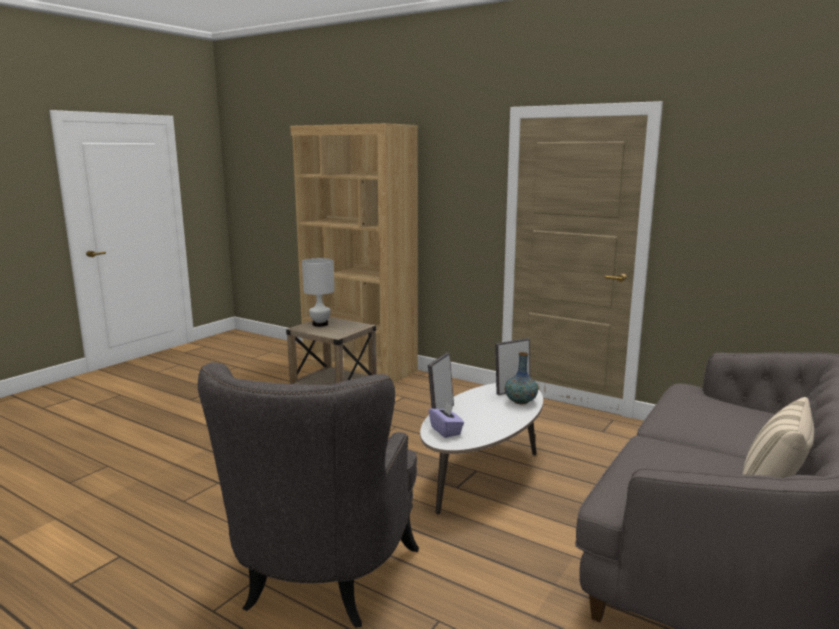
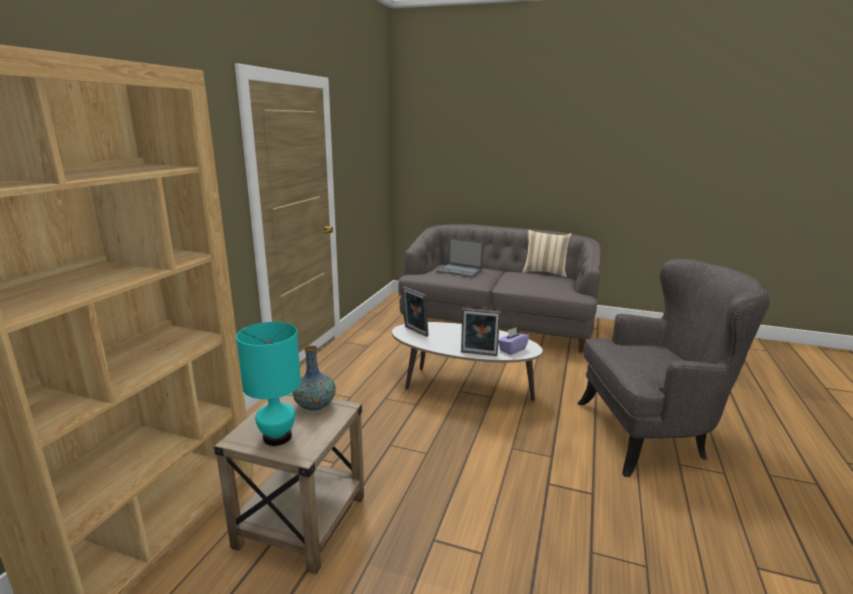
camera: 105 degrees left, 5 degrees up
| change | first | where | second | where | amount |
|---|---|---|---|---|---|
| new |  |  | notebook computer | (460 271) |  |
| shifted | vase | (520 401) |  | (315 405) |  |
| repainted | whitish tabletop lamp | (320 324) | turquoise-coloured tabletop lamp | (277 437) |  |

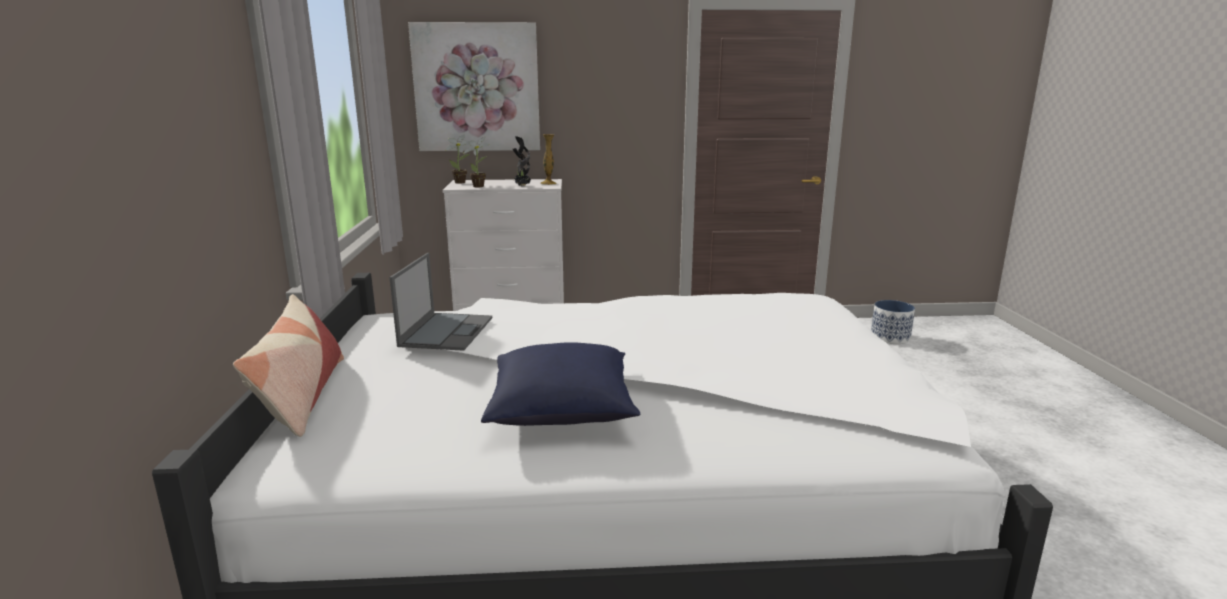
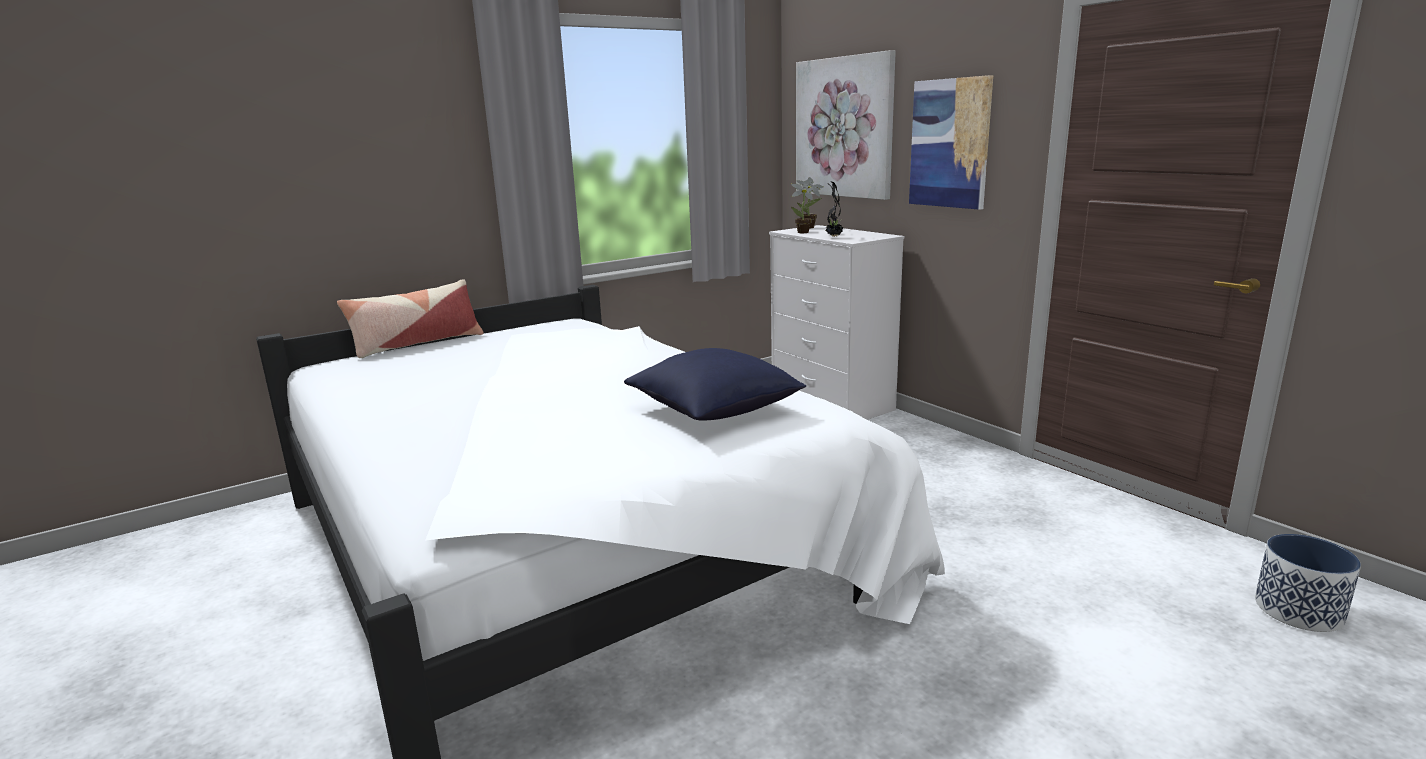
camera: 60 degrees right, 0 degrees up
| change | first | where | second | where | amount |
|---|---|---|---|---|---|
| gone | notebook computer | (447 331) |  |  |  |
| gone | vase | (548 183) |  |  |  |
| new |  |  | wall picture | (949 143) |  |
| shifted | blue cushion | (562 412) |  | (714 411) |  |

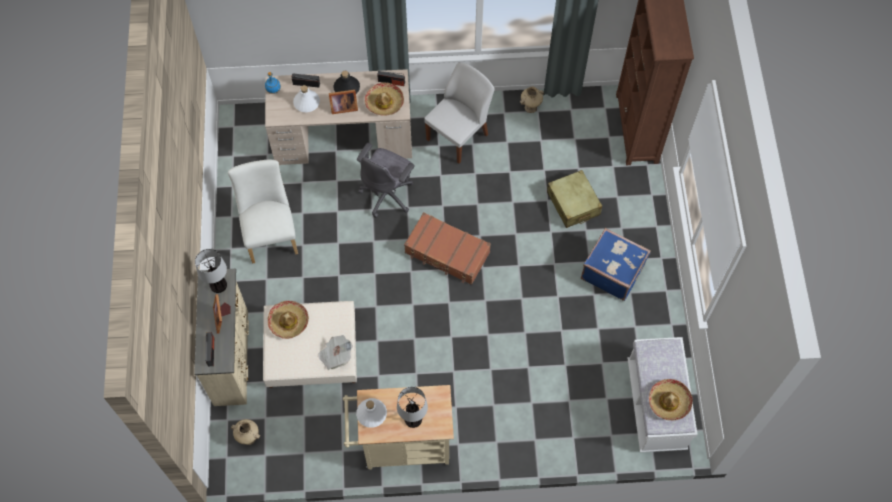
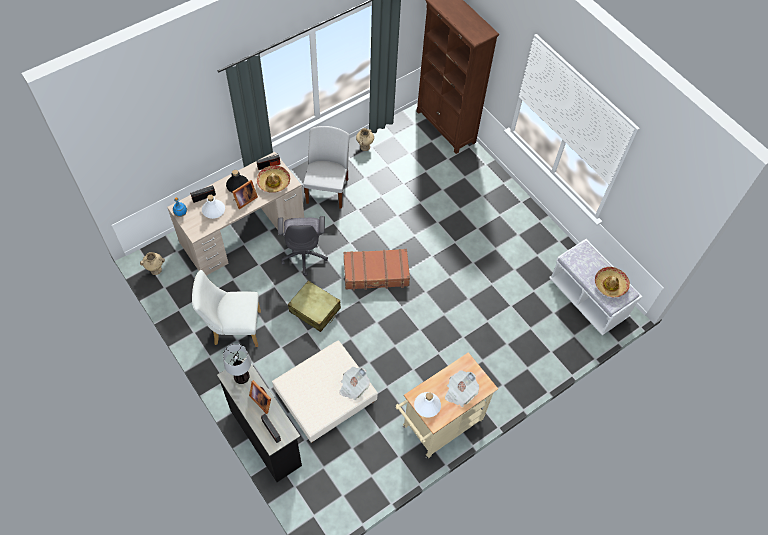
camera: 35 degrees left, 5 degrees down
| change | first | where | second | where | amount |
|---|---|---|---|---|---|
| gone | wearable hat | (288 322) |  |  |  |
| gone | blue travel case | (612 271) |  |  |  |
| shifted | beige-coloured vase | (249 437) |  | (156 270) |  |
| shifted | beige-coloured travel case | (573 203) |  | (315 310) |  |
| swapped | tabletop lamp | (413 419) | daily paper | (460 392) |  |
| repainted | beige-coloured drawer chest | (232 357) | black-coloured drawer chest | (266 436) |  |
| rotated | whitish chair | (270 233) |  | (233 328) | 45 degrees counterclockwise |

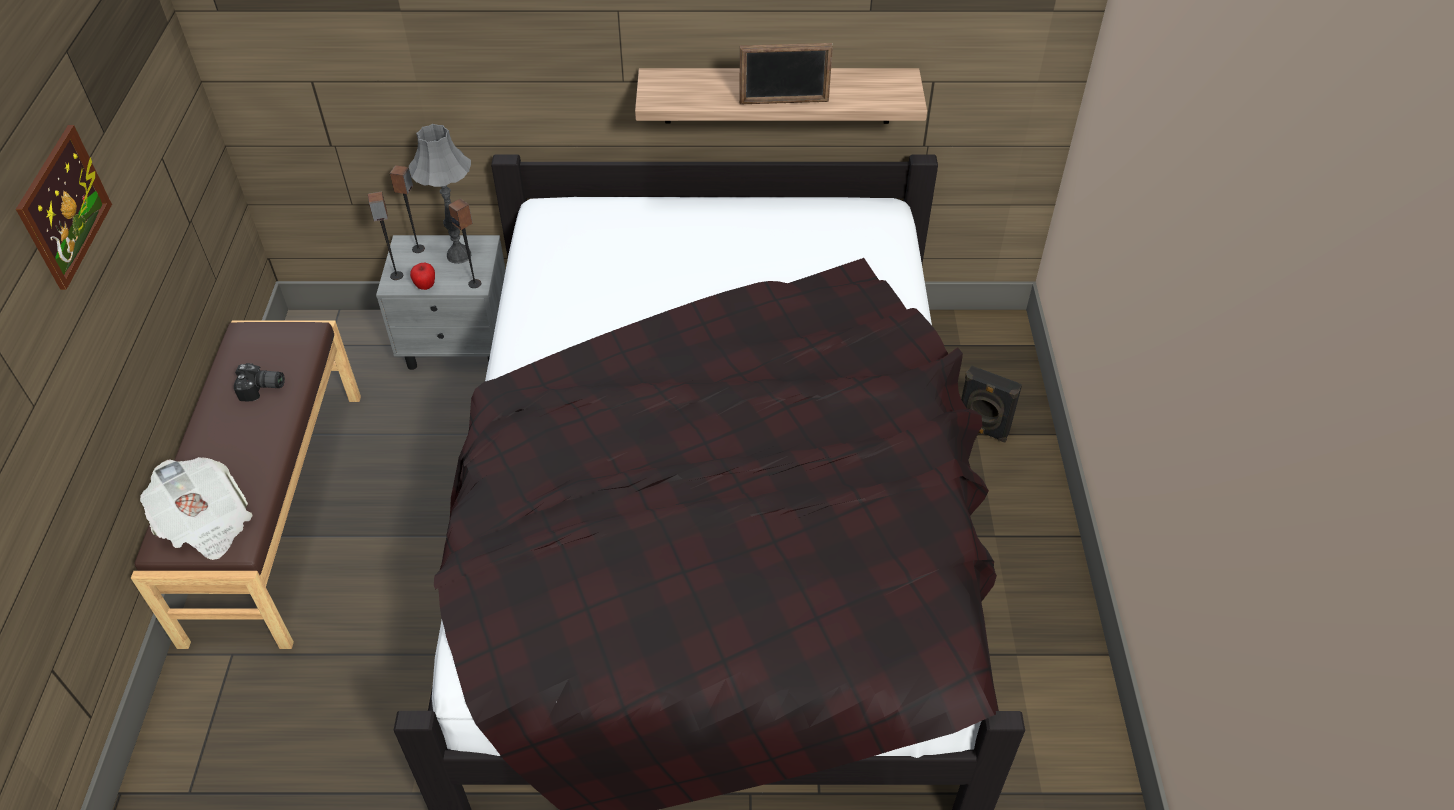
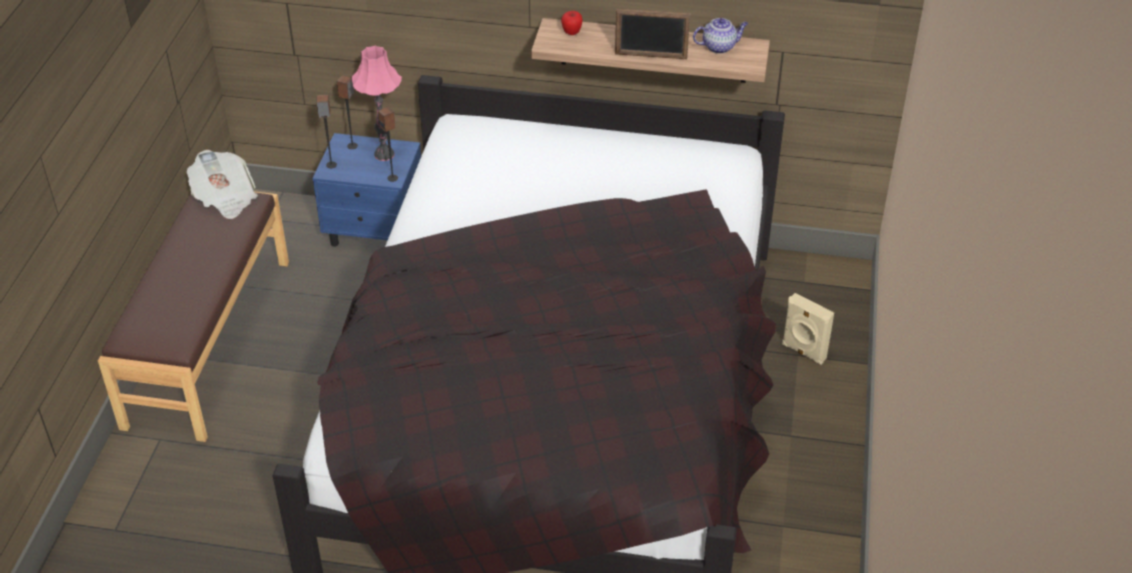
camera: 10 degrees right, 5 degrees down
| change | first | where | second | where | amount |
|---|---|---|---|---|---|
| gone | wall picture | (64 206) |  |  |  |
| gone | photo camera | (262 389) |  |  |  |
| new |  |  | tea pot | (719 47) |  |
| shifted | daily paper | (205 524) |  | (225 198) |  |
| shifted | whole apple | (425 286) |  | (571 33) |  |
| repainted | greyish bedside table | (459 344) | blue bedside table | (376 231) |  |
| repainted | greyish tabletop lamp | (459 255) | pink tabletop lamp | (384 155) |  |
| repainted | black-coloured speaker | (981 430) | beige-coloured speaker | (803 352) |  |

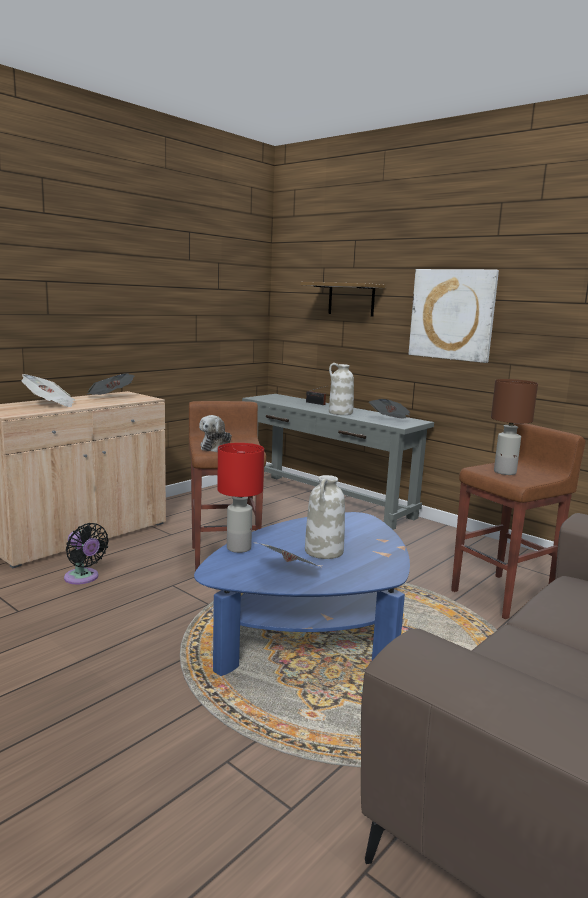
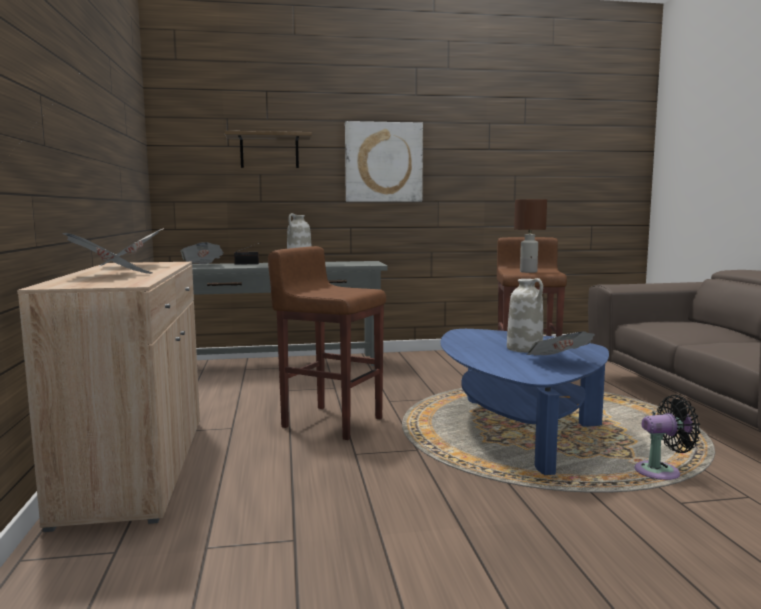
camera: 50 degrees left, 5 degrees down
| change | first | where | second | where | amount |
|---|---|---|---|---|---|
| gone | cuddly toy | (216 447) |  |  |  |
| gone | red-coloured tabletop lamp | (238 548) |  |  |  |
| shifted | black-coloured electric fan | (83 578) |  | (661 472) |  |
| shifted | daily paper | (390 420) |  | (202 265) |  |

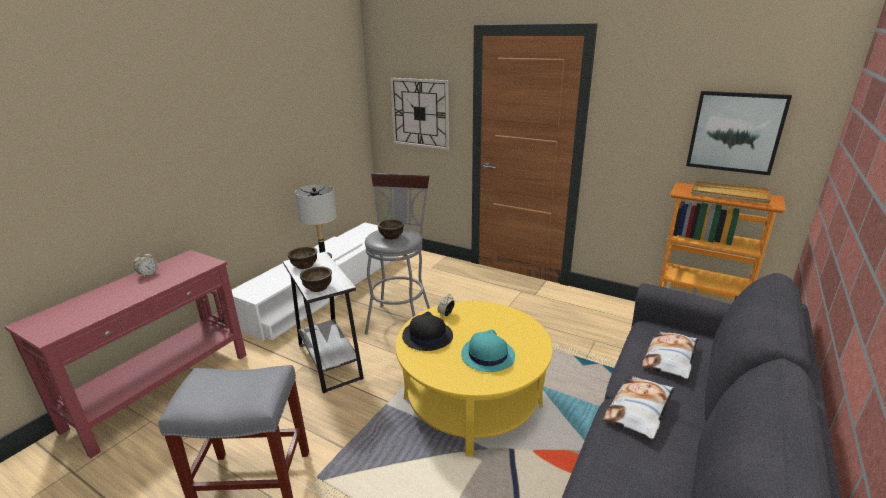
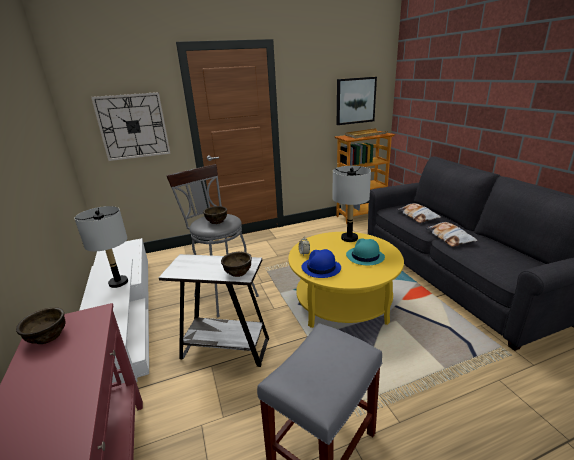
camera: 50 degrees left, 0 degrees up
| change | first | where | second | where | amount |
|---|---|---|---|---|---|
| gone | alarm clock | (148 274) |  |  |  |
| new |  |  | greyish tabletop lamp | (349 238) |  |
| shifted | brownish bowl | (304 265) |  | (48 336) |  |
| repainted | black-coloured wearable hat | (427 336) | blue wearable hat | (321 268) |  |

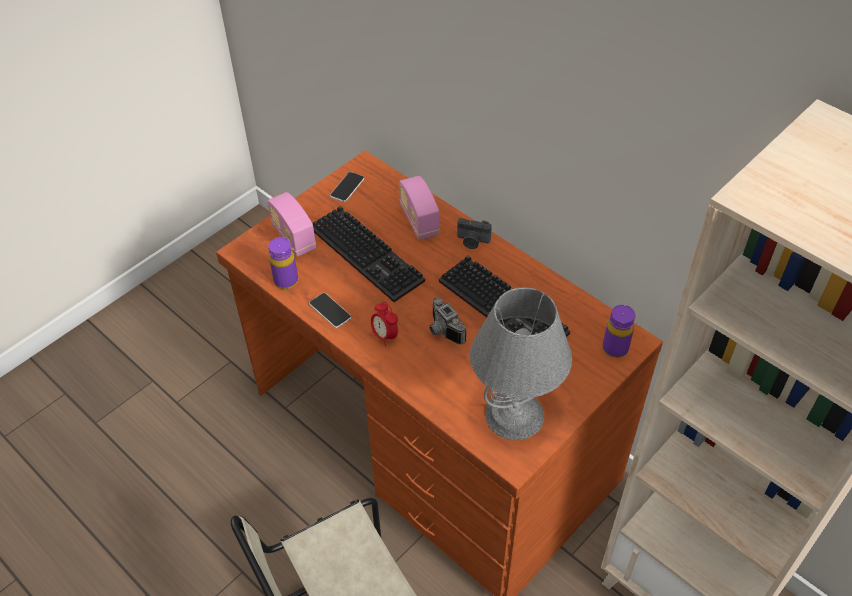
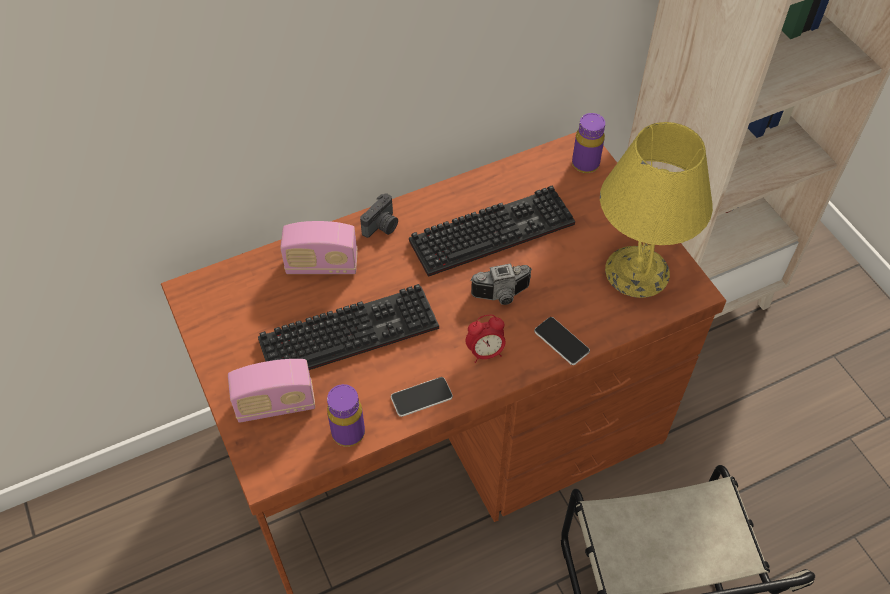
camera: 70 degrees left, 5 degrees up
| change | first | where | second | where | amount |
|---|---|---|---|---|---|
| shifted | phone | (347 187) |  | (561 341) |  |
| repainted | greyish tabletop lamp | (514 415) | yellow tabletop lamp | (638 272) |  |

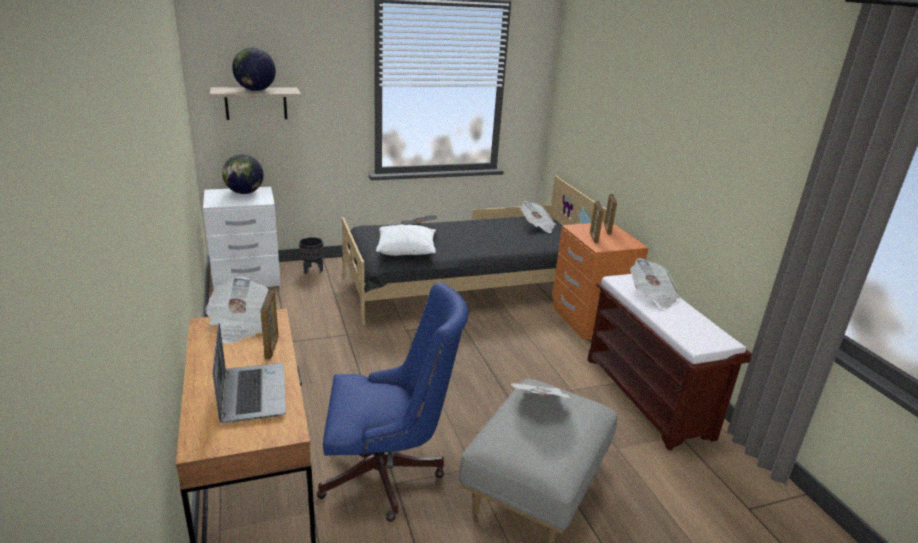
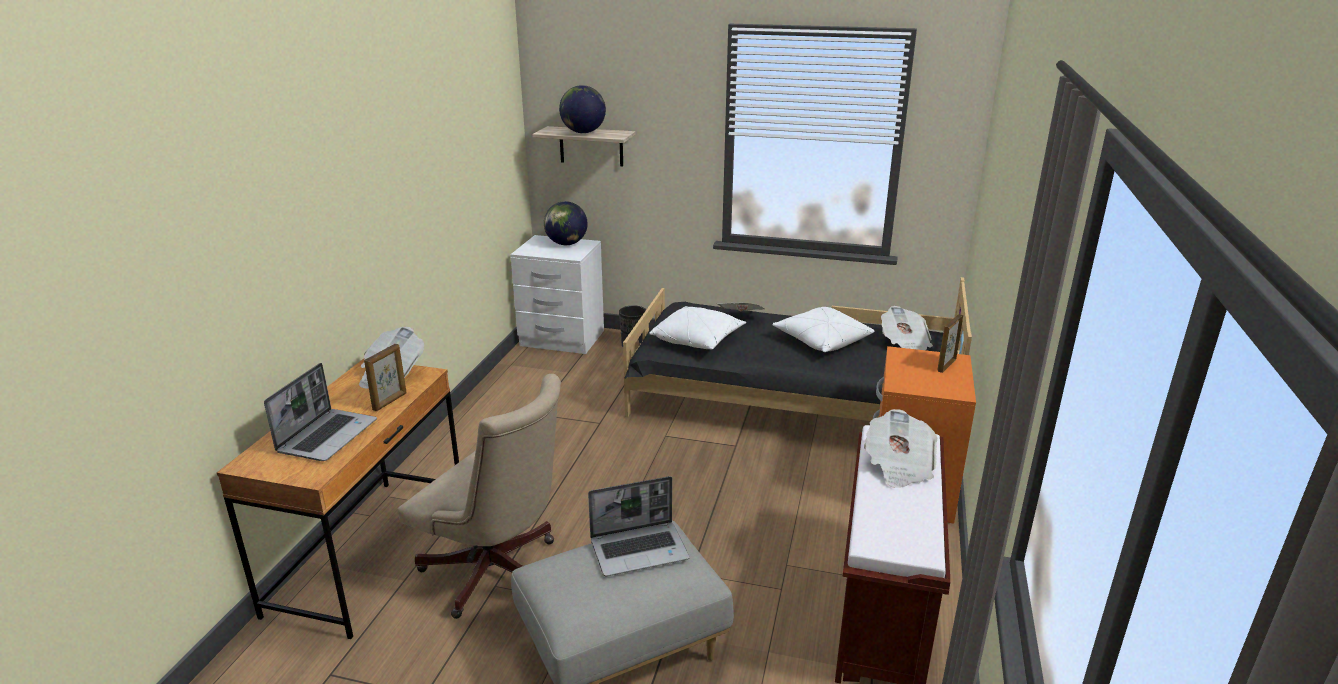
camera: 35 degrees right, 0 degrees up
| change | first | where | second | where | amount |
|---|---|---|---|---|---|
| gone | standing frame | (593 238) |  |  |  |
| new |  |  | whitish cushion | (821 341) |  |
| swapped | daily paper | (540 403) | notebook computer | (640 549) |  |
| repainted | blue computer chair | (388 474) | beige-coloured computer chair | (497 575) |  |

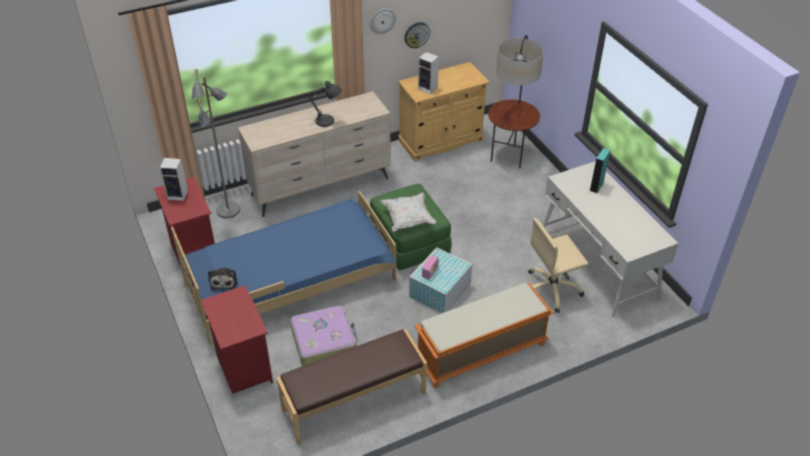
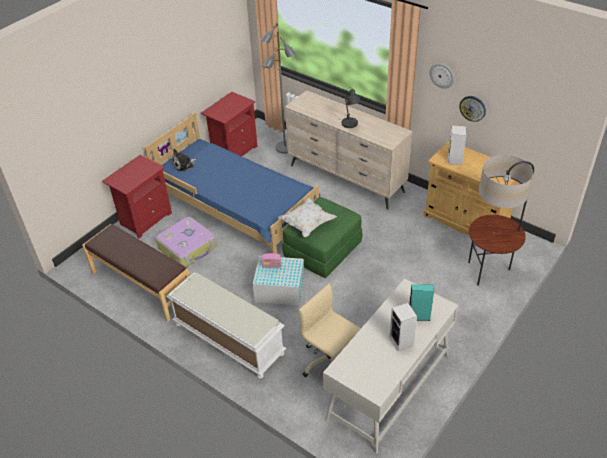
camera: 65 degrees right, 0 degrees up
| change | first | where | second | where | amount |
|---|---|---|---|---|---|
| shifted | speaker | (178 194) |  | (402 342) |  |
| repainted | orangey long seat | (480 352) | whitish long seat | (227 339) |  |

